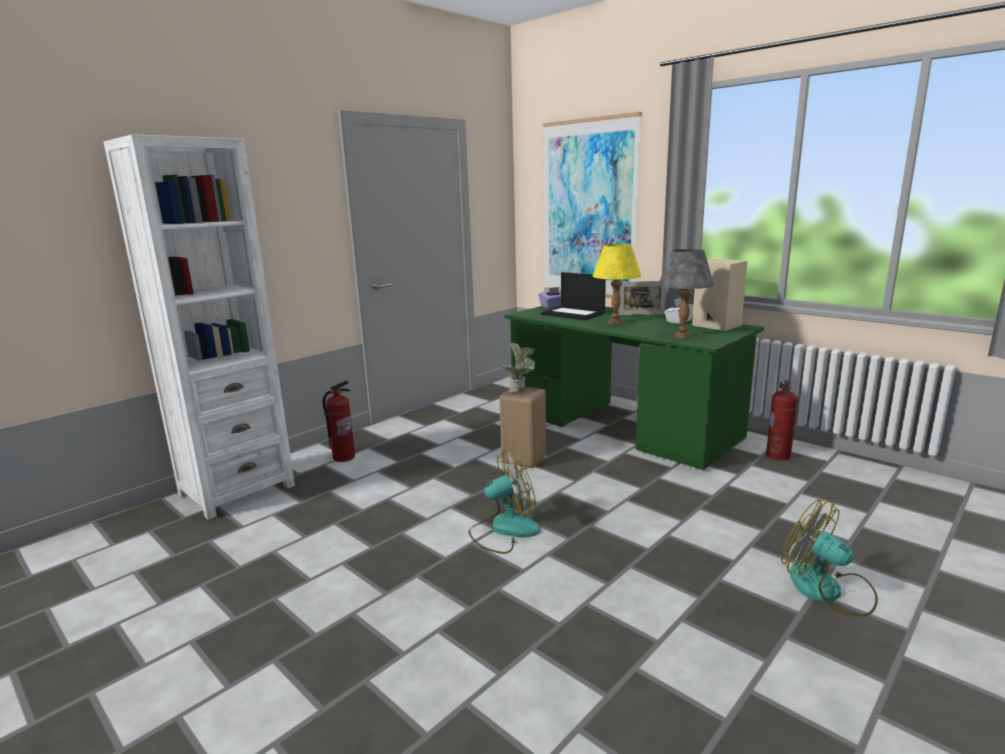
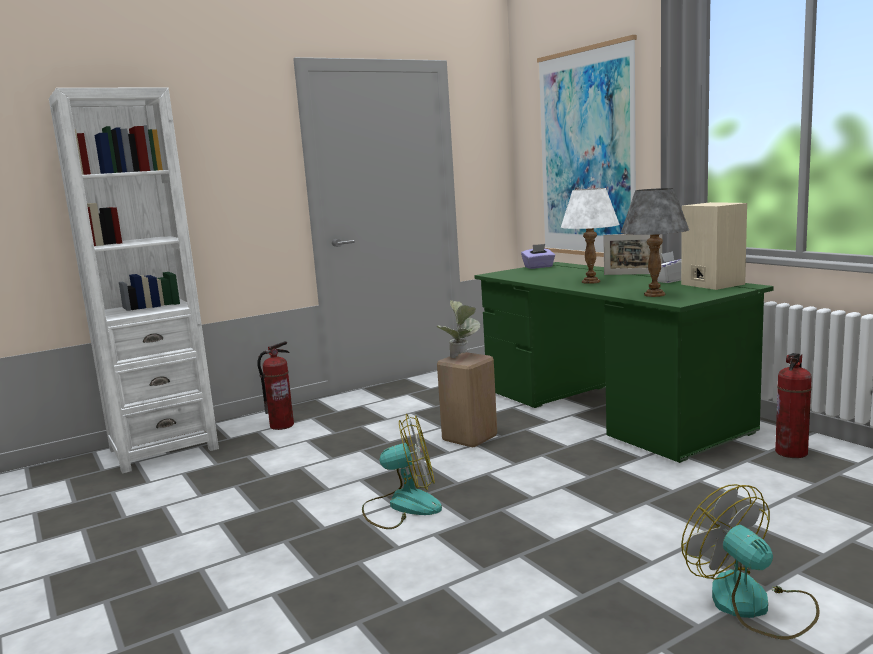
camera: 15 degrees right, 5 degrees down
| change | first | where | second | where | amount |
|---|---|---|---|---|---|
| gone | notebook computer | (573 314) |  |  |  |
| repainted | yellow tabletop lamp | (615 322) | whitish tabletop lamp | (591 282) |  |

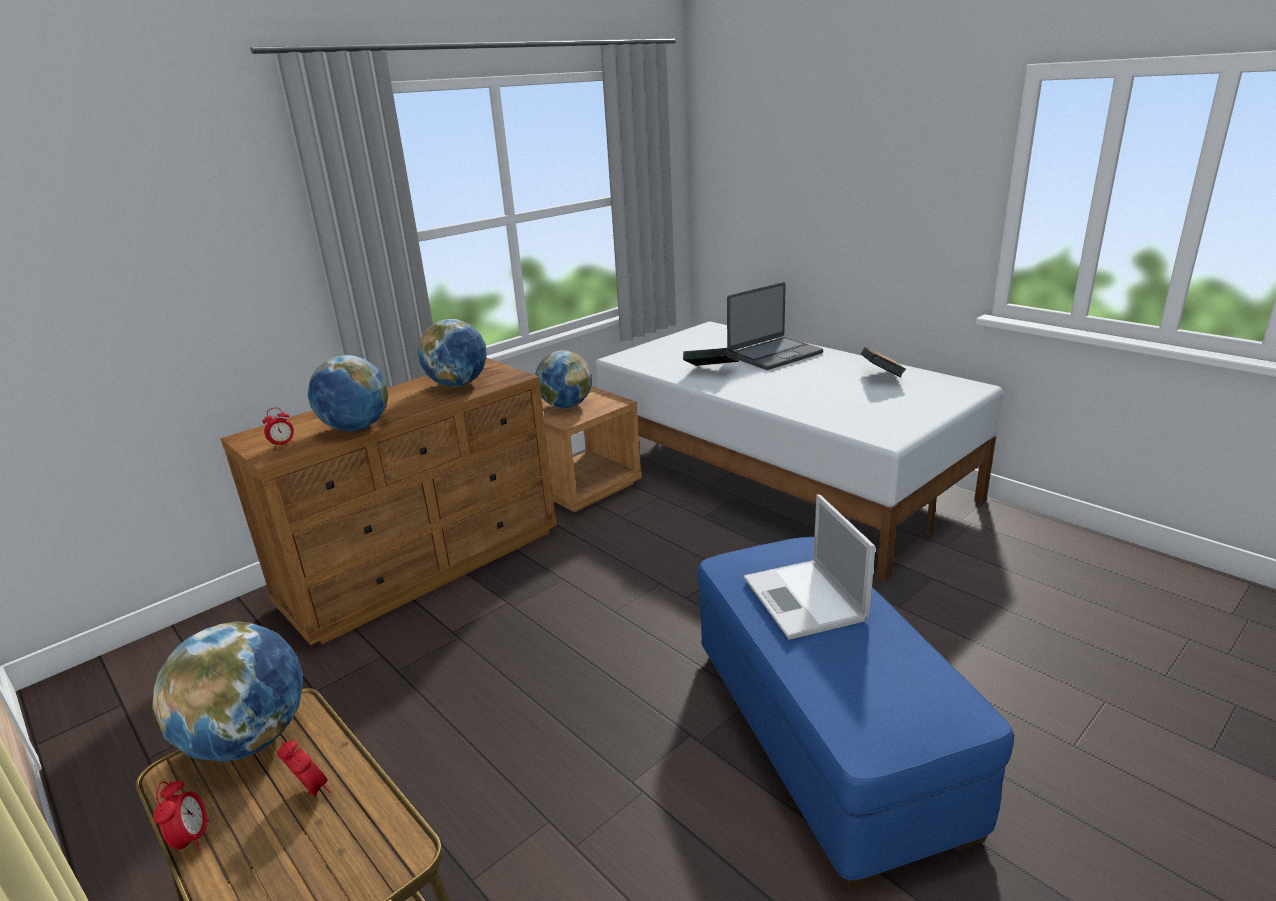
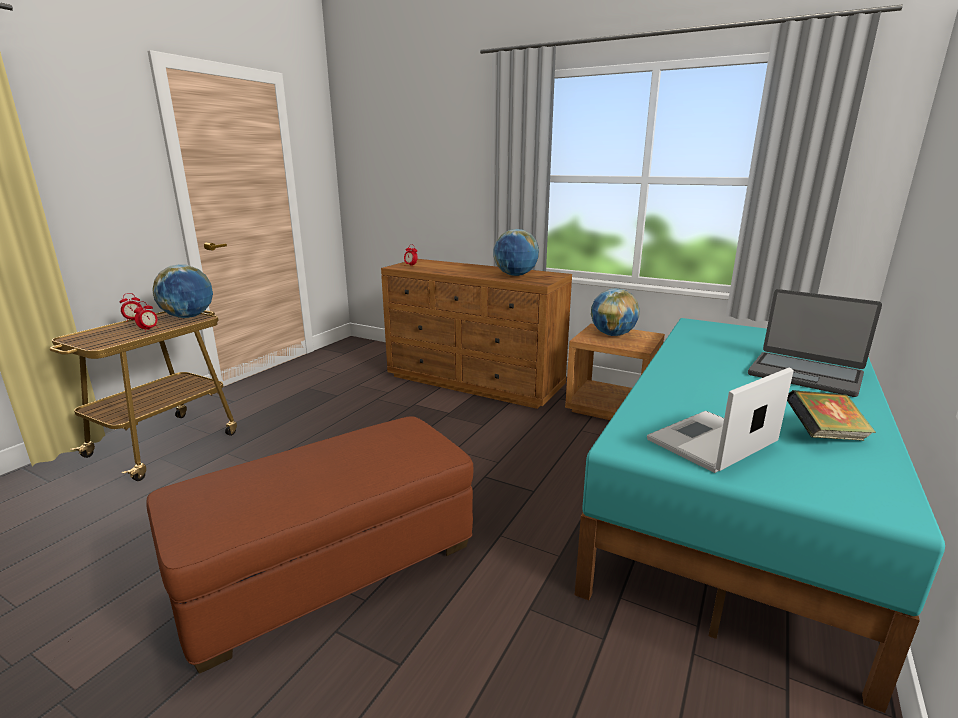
camera: 70 degrees right, 5 degrees down
| change | first | where | second | where | amount |
|---|---|---|---|---|---|
| gone | globe | (356 428) |  |  |  |
| gone | book | (711 371) |  |  |  |
| shifted | notebook computer | (805 600) |  | (710 443) |  |
| repainted | whitish sleeping bed | (778 475) | turquoise-coloured sleeping bed | (736 499) |  |
| repainted | blue pouffe | (826 734) | brownish pouffe | (330 567) |  |

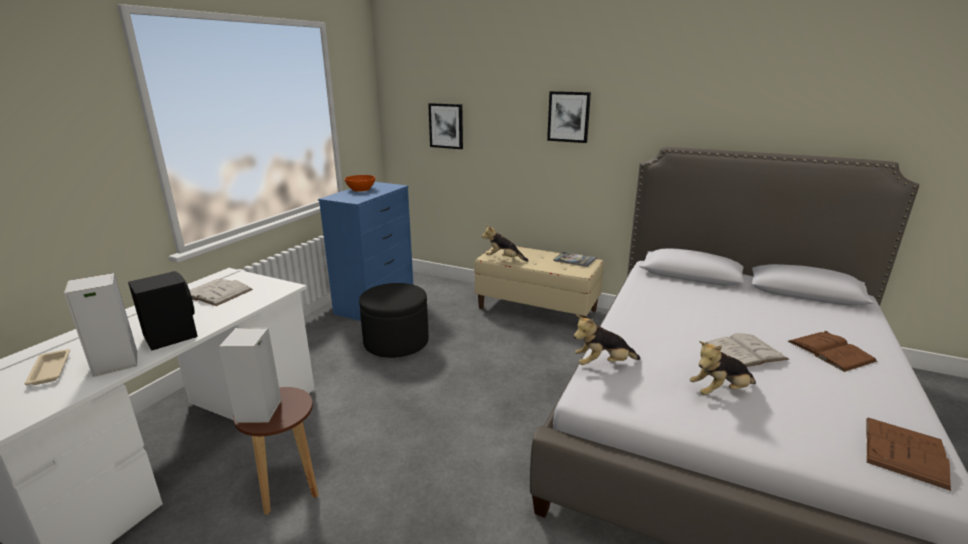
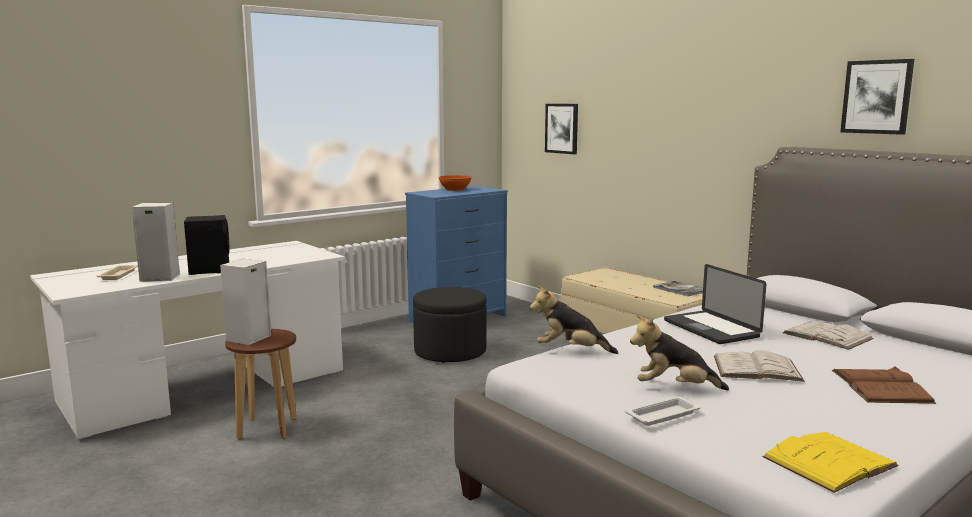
camera: 25 degrees right, 10 degrees down
| change | first | where | second | where | amount |
|---|---|---|---|---|---|
| gone | cuddly toy | (503 259) |  |  |  |
| new |  |  | whitish tray | (663 415) |  |
| new |  |  | notebook computer | (710 329) |  |
| shifted | whitish book | (216 292) |  | (827 336) |  |
| shifted | wall picture | (568 117) |  | (877 97) |  |
| repainted | brownish book | (904 451) | yellow book | (829 461) |  |

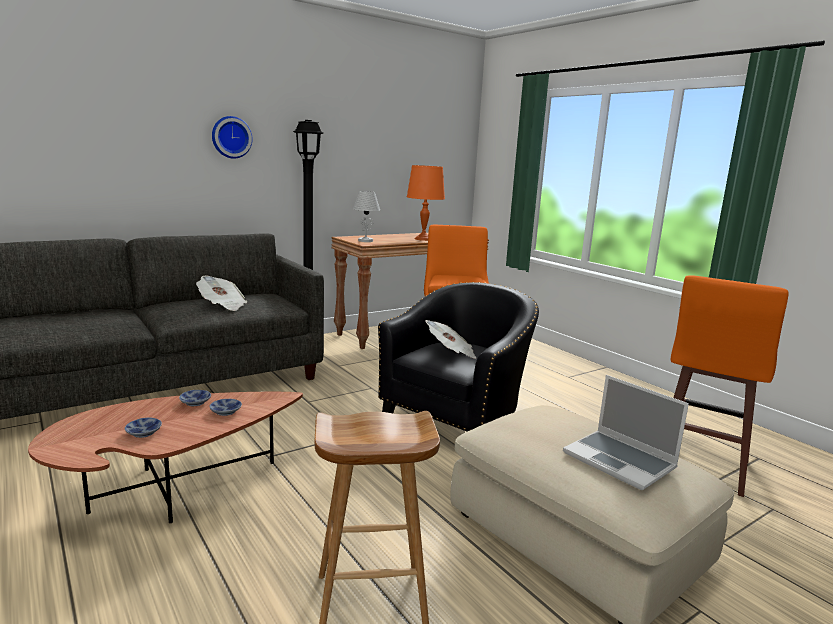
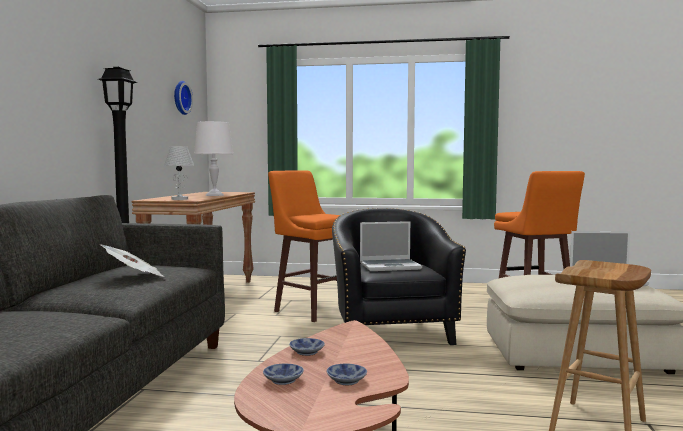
camera: 45 degrees left, 10 degrees down
| change | first | where | second | where | amount |
|---|---|---|---|---|---|
| shifted | bowl | (226 412) |  | (285 380) |  |
| shifted | hanging clock | (231 137) |  | (180 98) |  |
| swapped | daily paper | (451 353) | notebook computer | (390 266) |  |
| repainted | orangey tabletop lamp | (423 239) | whitish tabletop lamp | (214 195) |  |

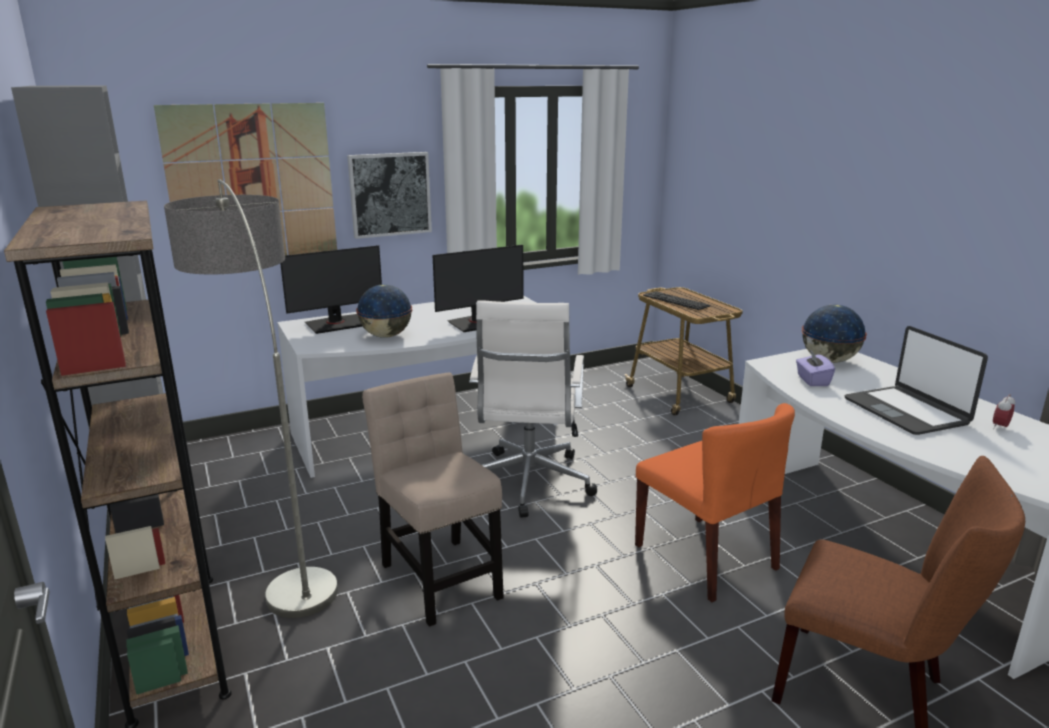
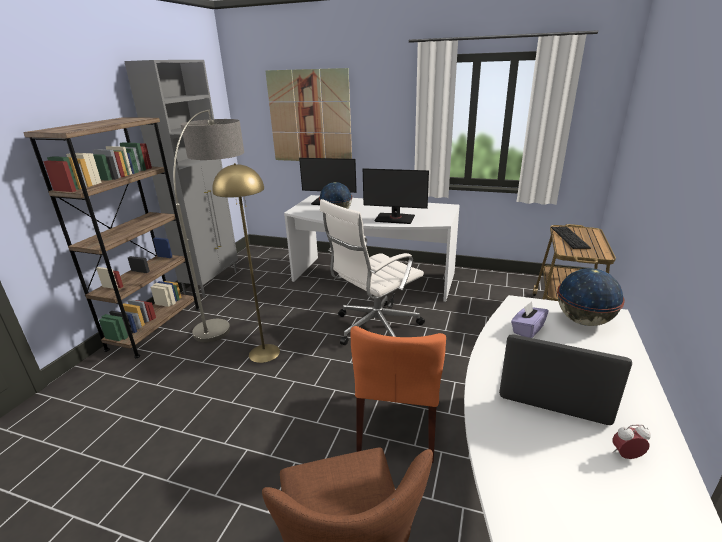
camera: 45 degrees right, 5 degrees up
| change | first | where | second | where | amount |
|---|---|---|---|---|---|
| gone | wall picture | (390 194) |  |  |  |
| swapped | beige-coloured chair | (439 576) | yellow floor lamp | (264 353) |  |
| rotated | notebook computer | (906 411) |  | (554 390) | 90 degrees clockwise |

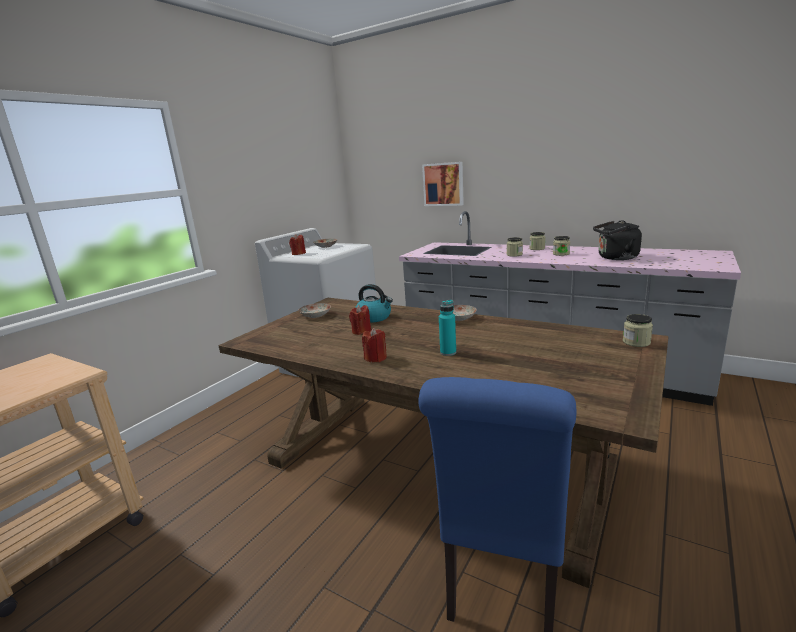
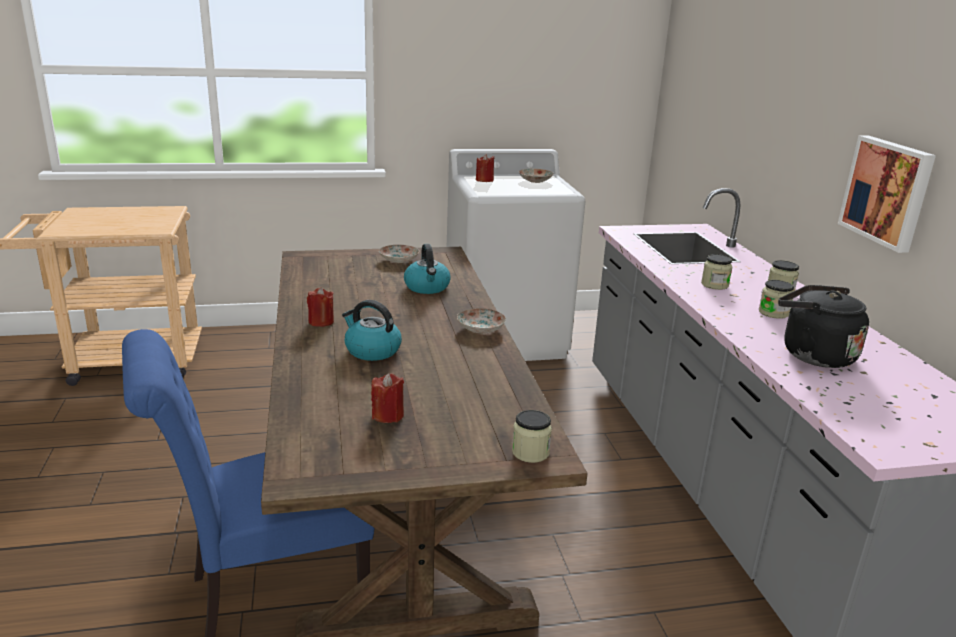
camera: 45 degrees right, 5 degrees up
| change | first | where | second | where | amount |
|---|---|---|---|---|---|
| shifted | red-coloured wax light | (361 331) |  | (388 415) |  |
| shifted | wall picture | (443 184) |  | (888 192) |  |
| swapped | turquoise-coloured drink bottle | (448 352) | kettle | (371 350) |  |

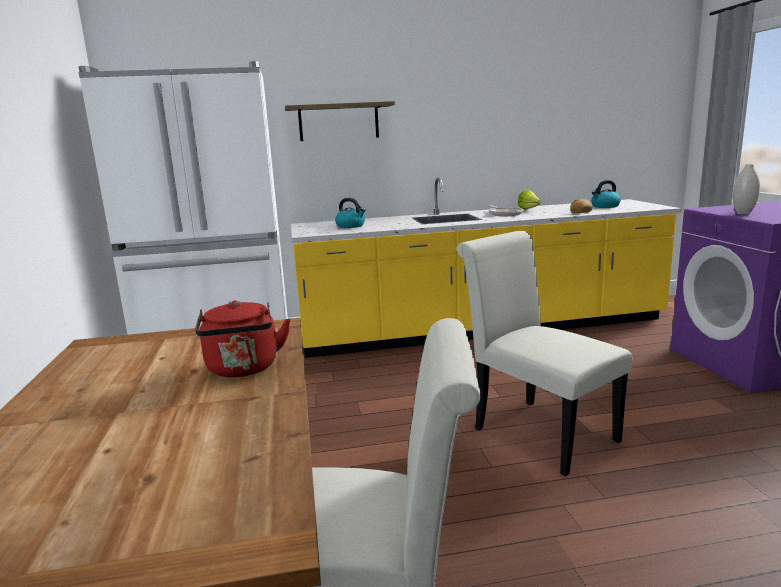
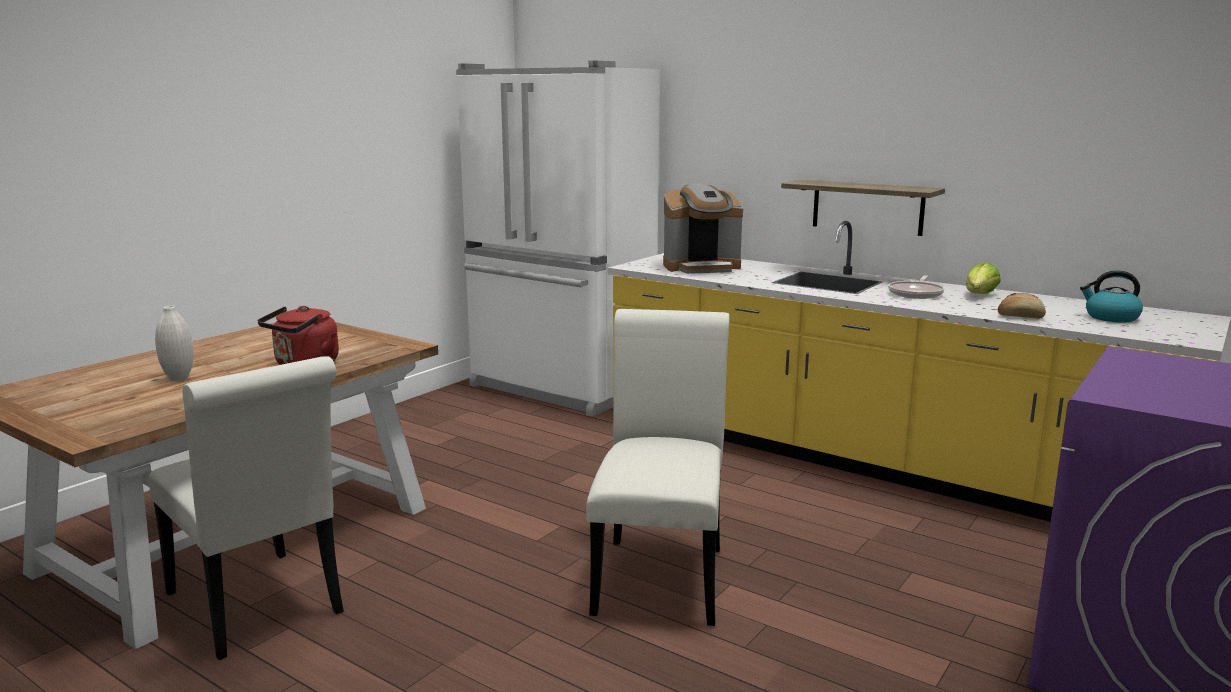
camera: 45 degrees right, 0 degrees up
| change | first | where | second | where | amount |
|---|---|---|---|---|---|
| shifted | shelf | (338 122) |  | (867 207) |  |
| shifted | whitish vase | (743 213) |  | (179 378) |  |
| swapped | kettle | (351 226) | coffee maker | (701 267) |  |

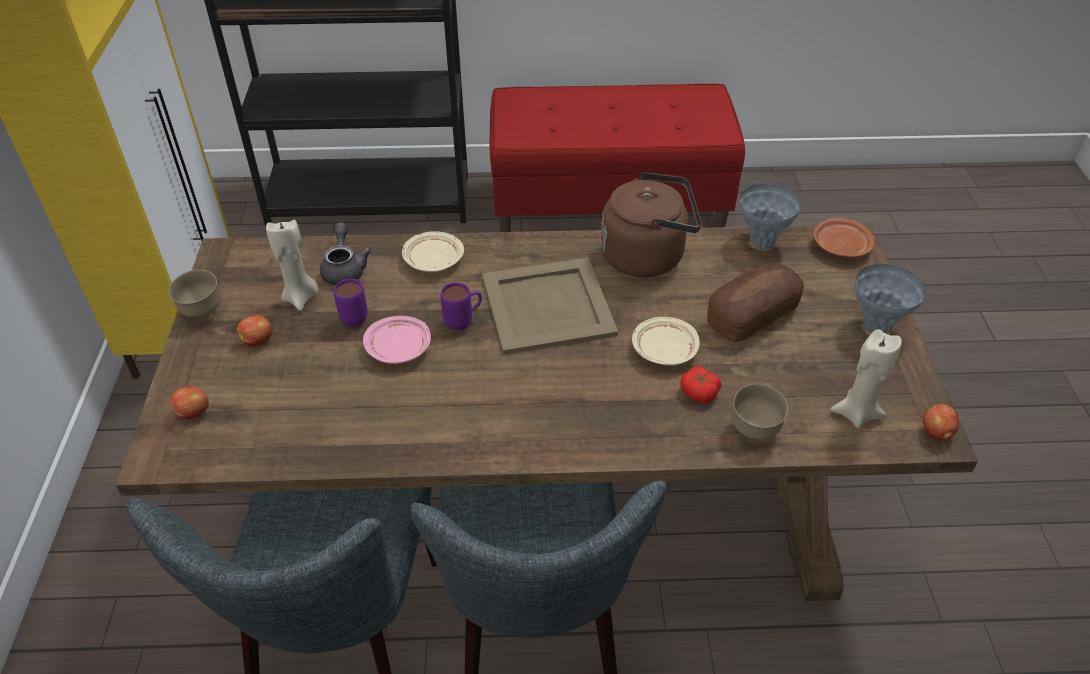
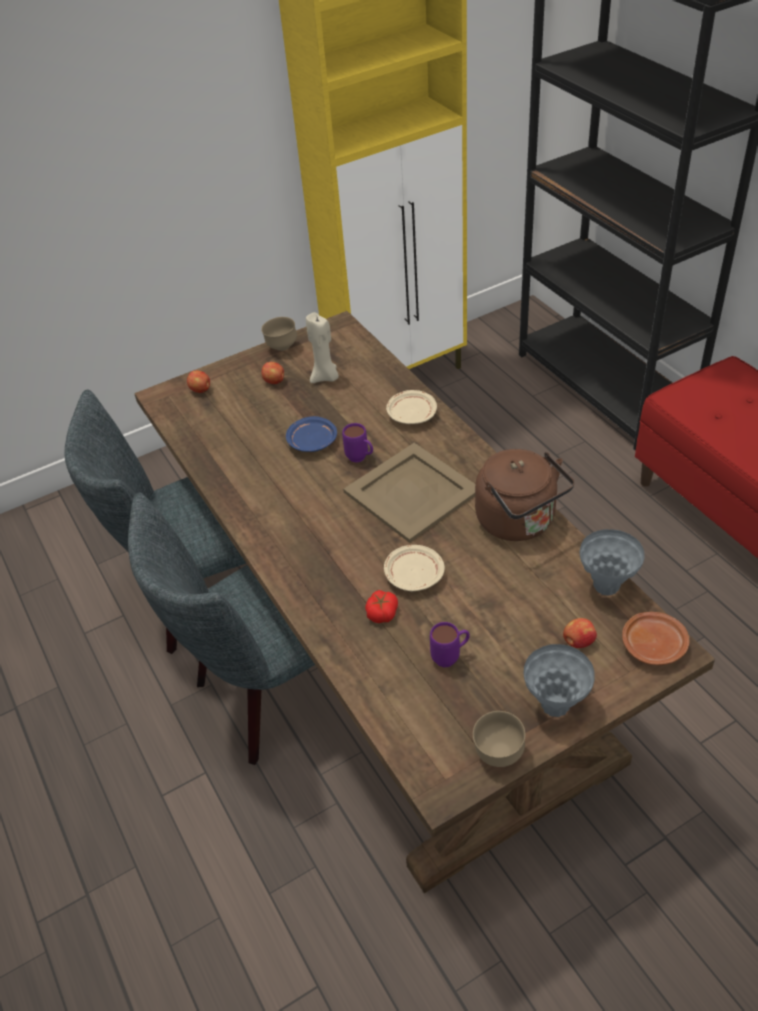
camera: 65 degrees right, 0 degrees up
| change | first | where | second | where | amount |
|---|---|---|---|---|---|
| gone | greyish tea pot | (344 269) |  |  |  |
| gone | bread | (751 315) |  |  |  |
| gone | beige-coloured wax light | (856 413) |  |  |  |
| shifted | purplish mug | (356 316) |  | (450 657) |  |
| shifted | brownish bowl | (754 430) |  | (498 754) |  |
| shifted | whole apple | (936 433) |  | (578 642) |  |
| repainted | pink flat dish | (399 348) | blue flat dish | (312 442) |  |

